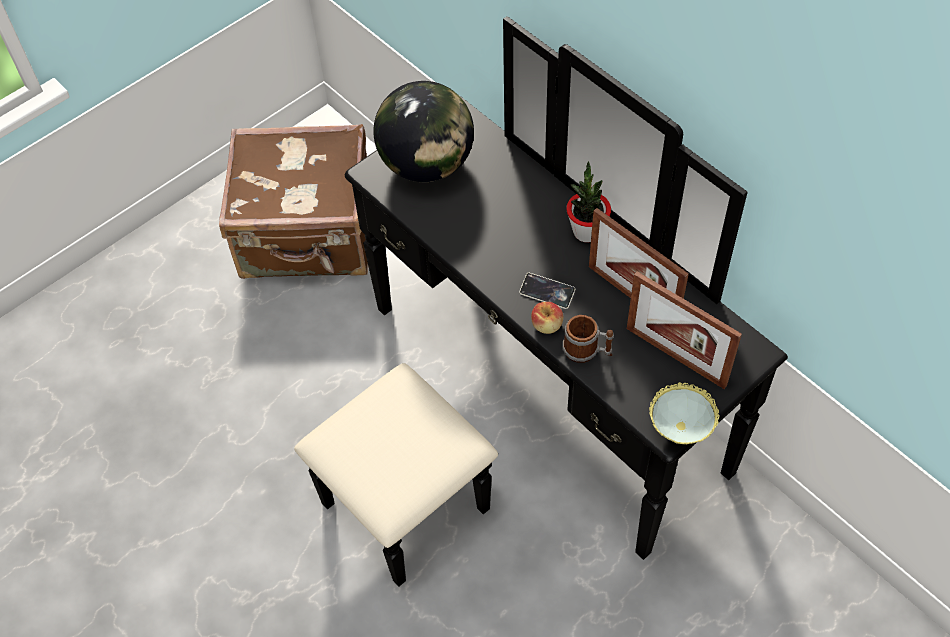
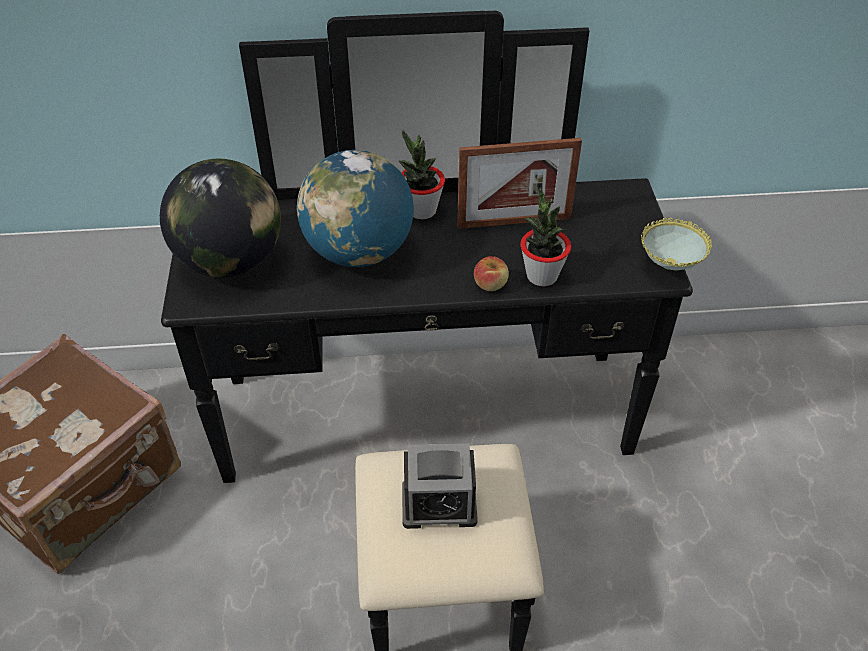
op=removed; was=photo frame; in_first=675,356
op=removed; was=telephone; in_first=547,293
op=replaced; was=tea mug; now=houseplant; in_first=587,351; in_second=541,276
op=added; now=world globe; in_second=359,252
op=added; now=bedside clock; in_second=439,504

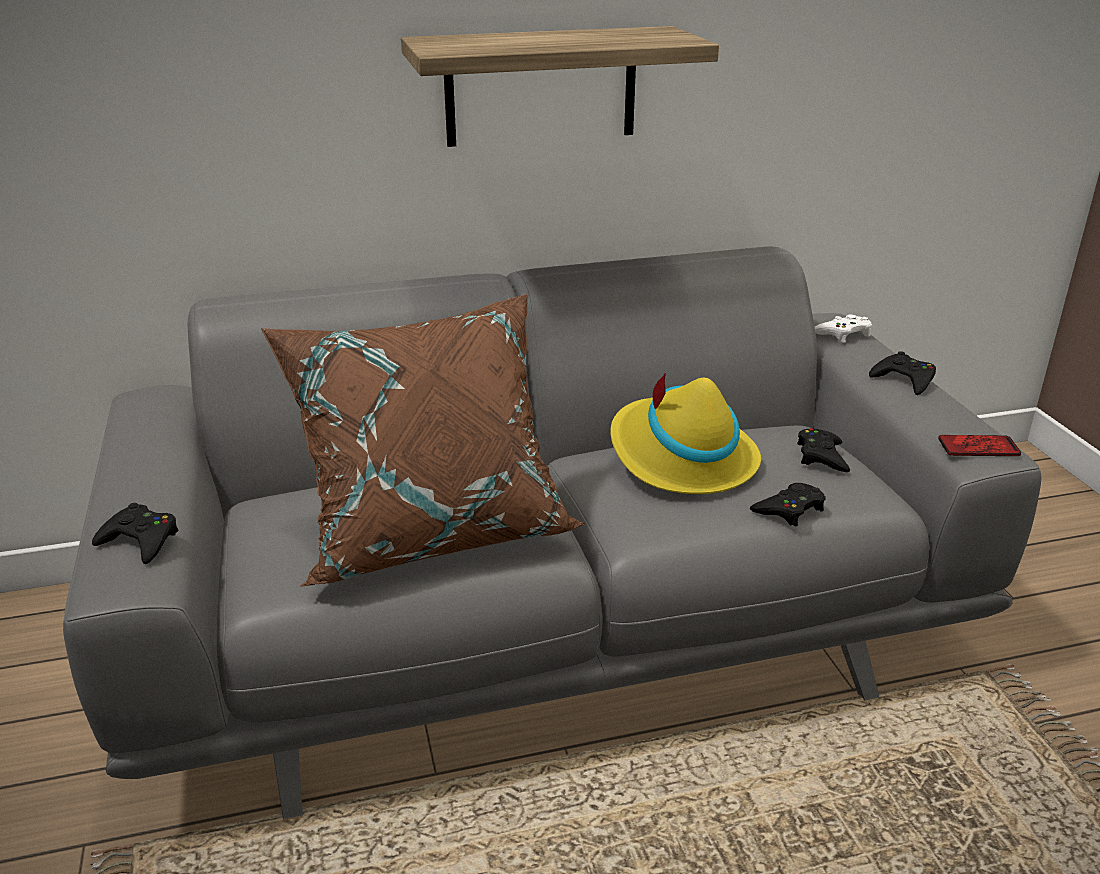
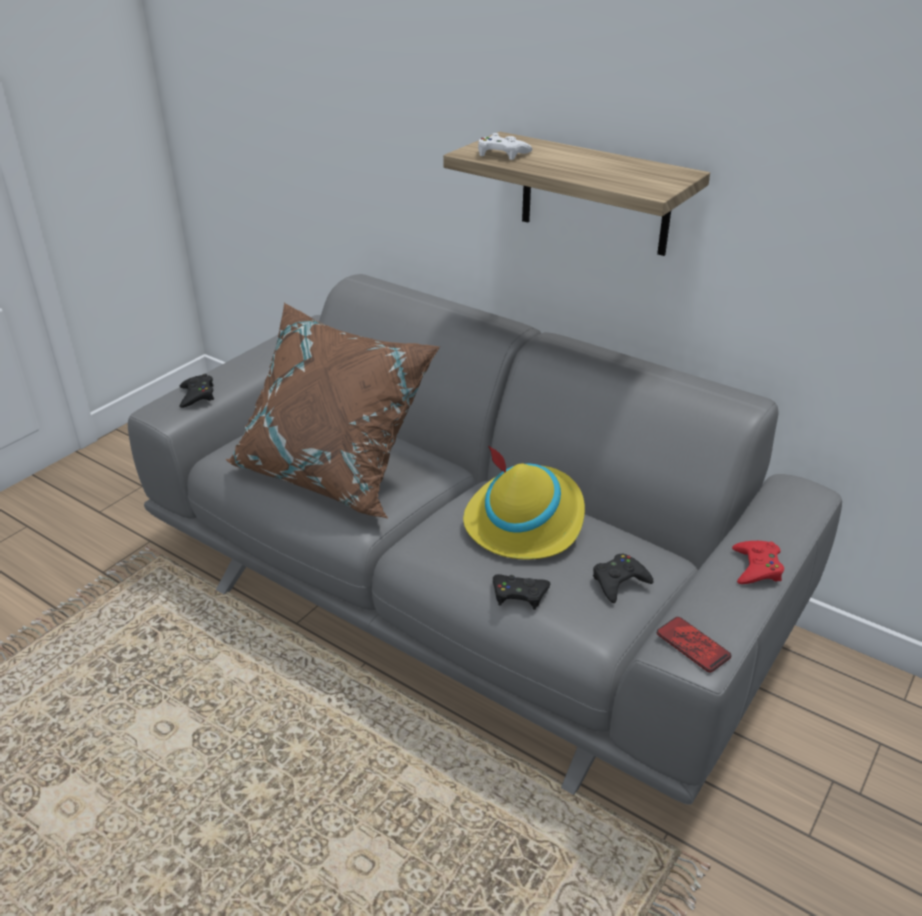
op=moved; was=whitish gamepad; in_first=843,334; in_second=502,154
op=recoloured; was=black-coloured gamepad; now=red gamepad; in_first=904,380; in_second=756,568

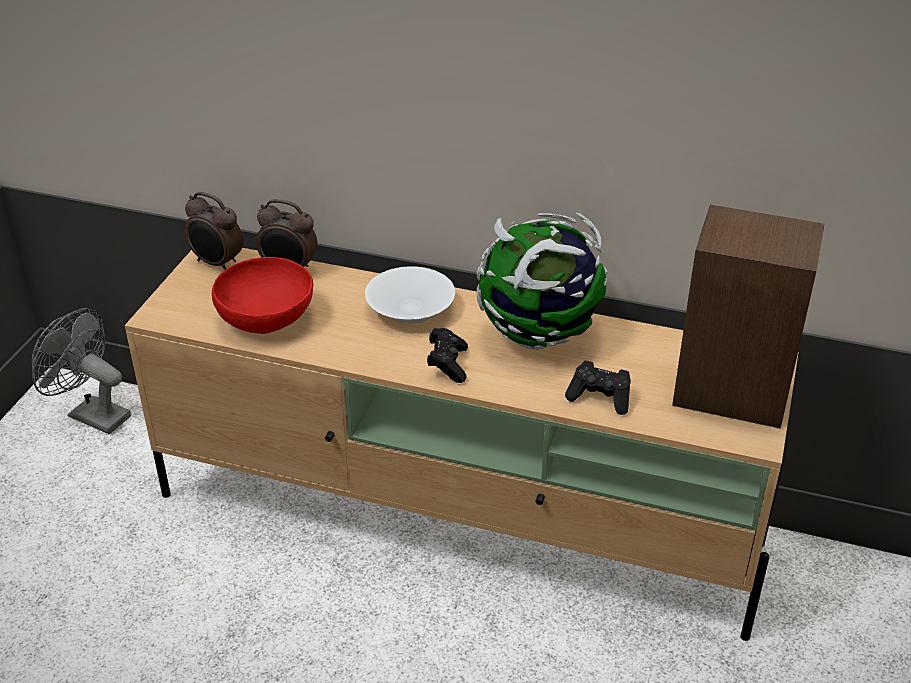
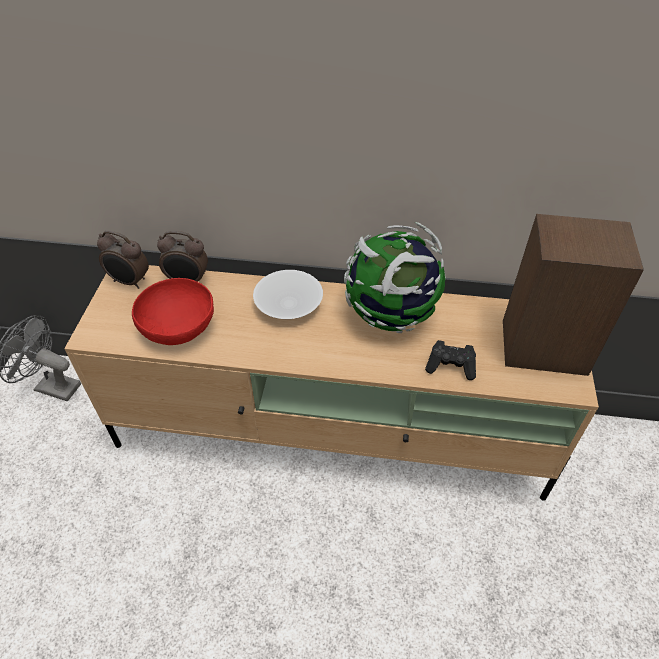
op=removed; was=black-coloured gamepad; in_first=447,364

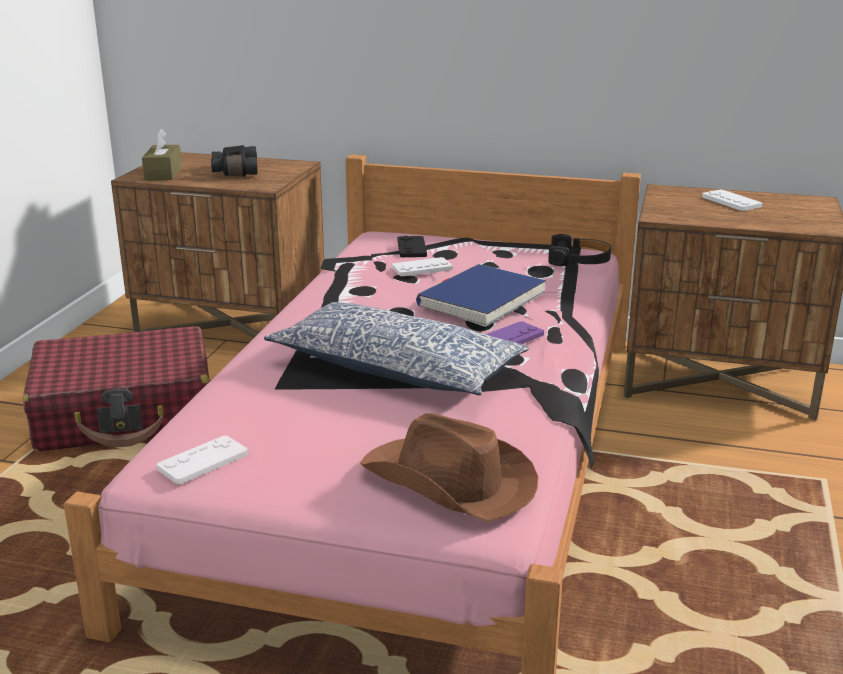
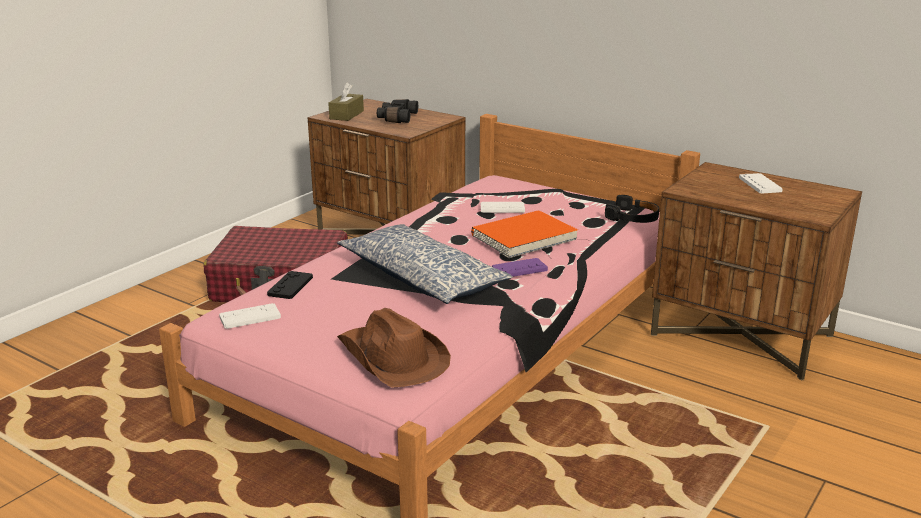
op=moved; was=black-coloured gamepad; in_first=411,248; in_second=290,286
op=recoloured; was=blue-coloured bound book; now=orange bound book; in_first=481,300; in_second=524,238

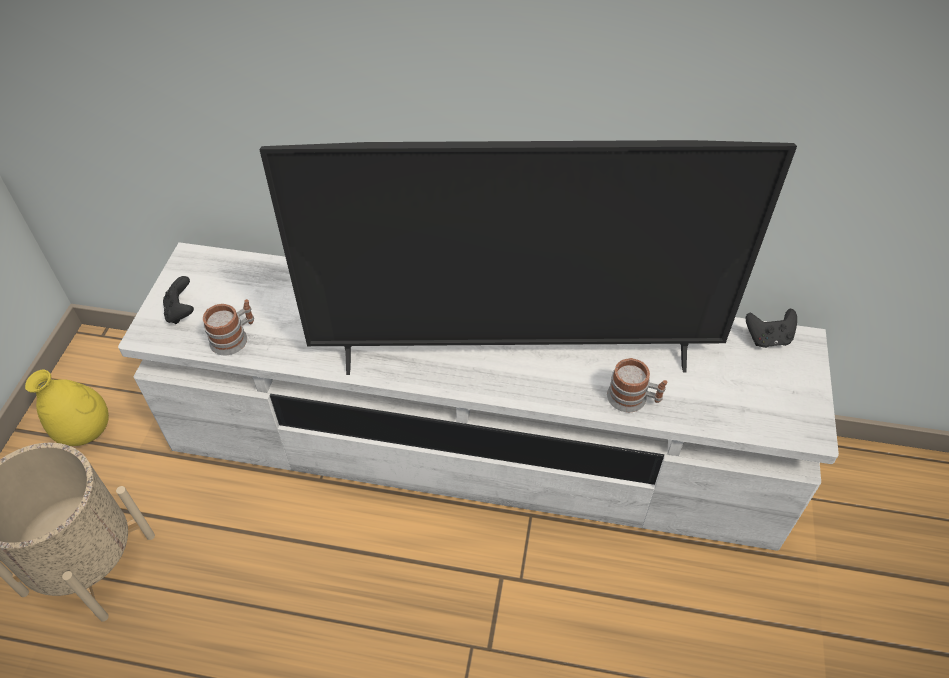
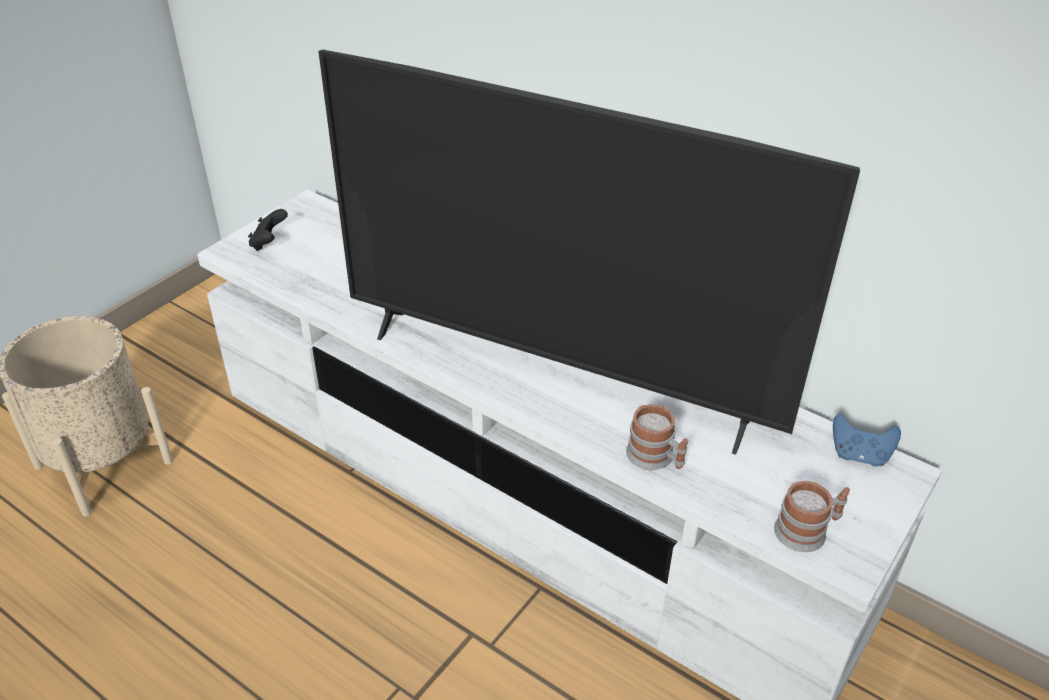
op=moved; was=tea mug; in_first=234,338; in_second=807,531
op=recoloured; was=black-coloured gamepad; now=blue-coloured gamepad; in_first=768,338; in_second=859,455
op=removed; was=yellowish flower vase; in_first=86,432

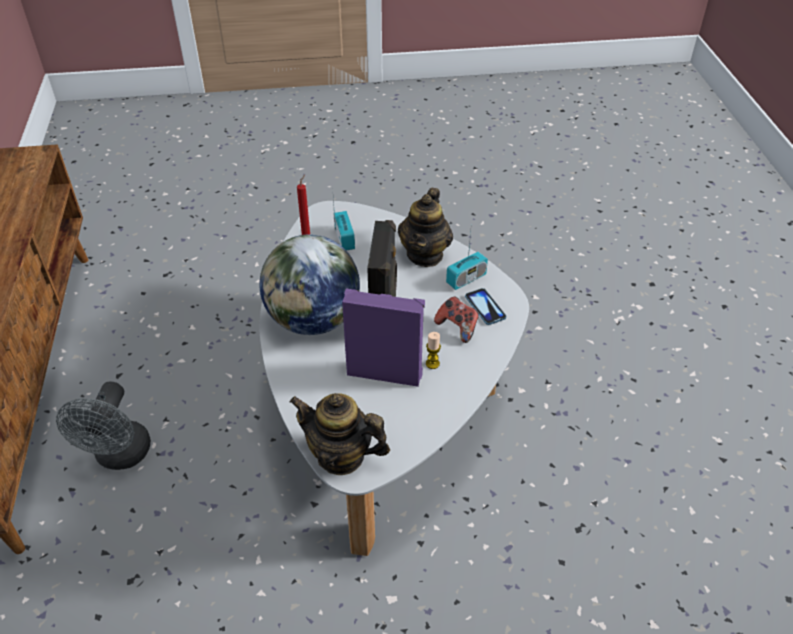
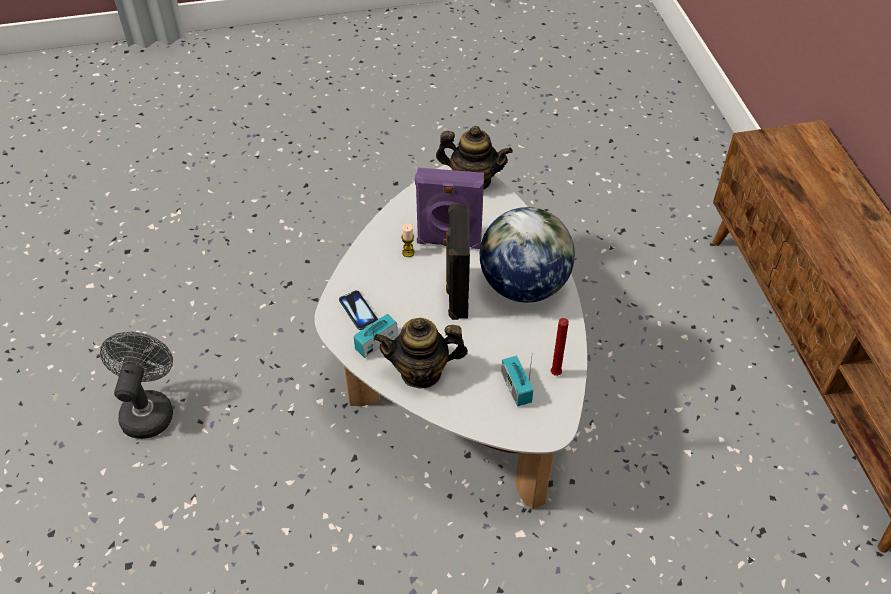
op=turned; was=tea pot; in_first=425,255; in_second=421,372; clockwise=-105
op=removed; was=gamepad; in_first=457,327
op=moved; was=greyish electric fan; in_first=120,456; in_second=148,409

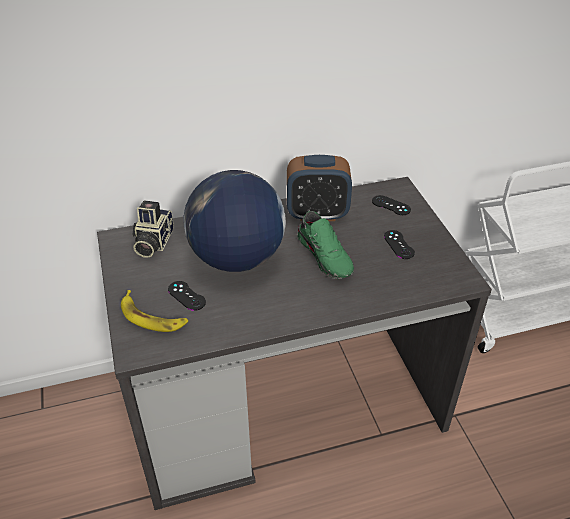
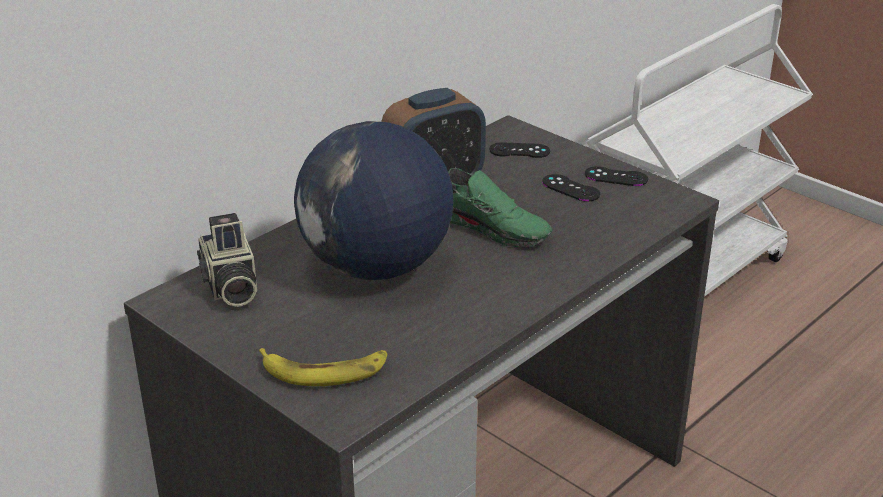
op=moved; was=black-coloured gamepad; in_first=186,296; in_second=616,177

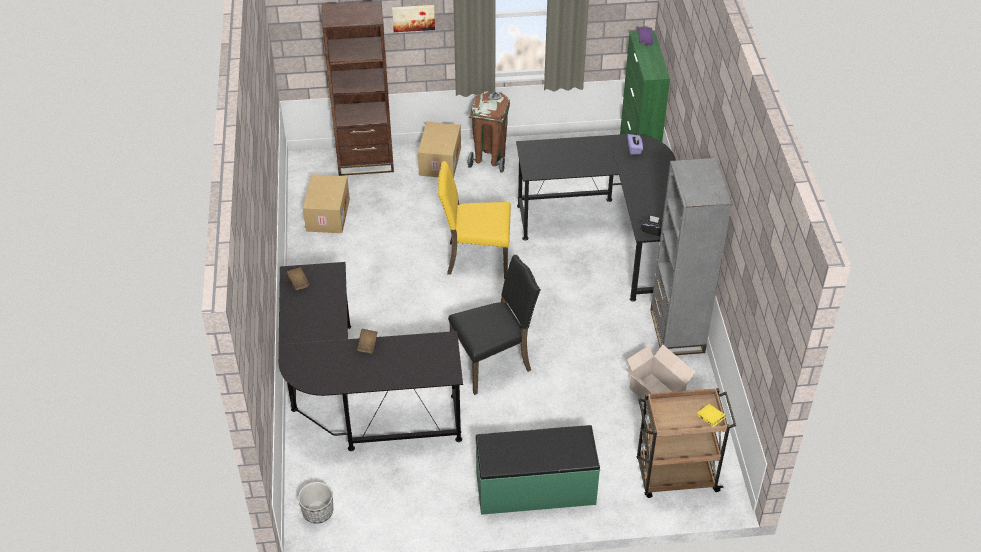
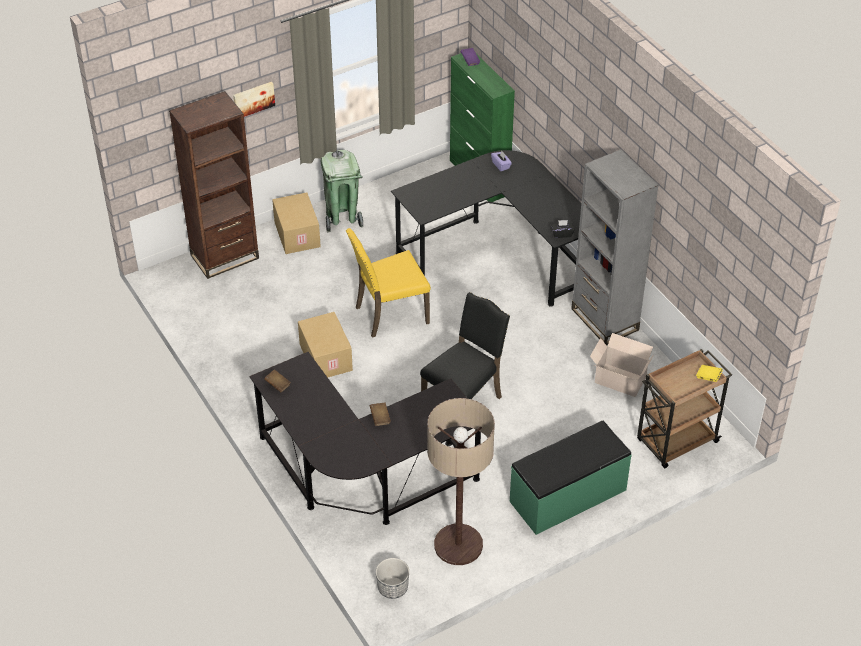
op=recoloured; was=brown-coloured trash can; now=green trash can; in_first=489,159; in_second=342,218
op=moved; was=packing box; in_first=327,215; in_second=324,357
op=added; now=standing lamp; in_second=458,545

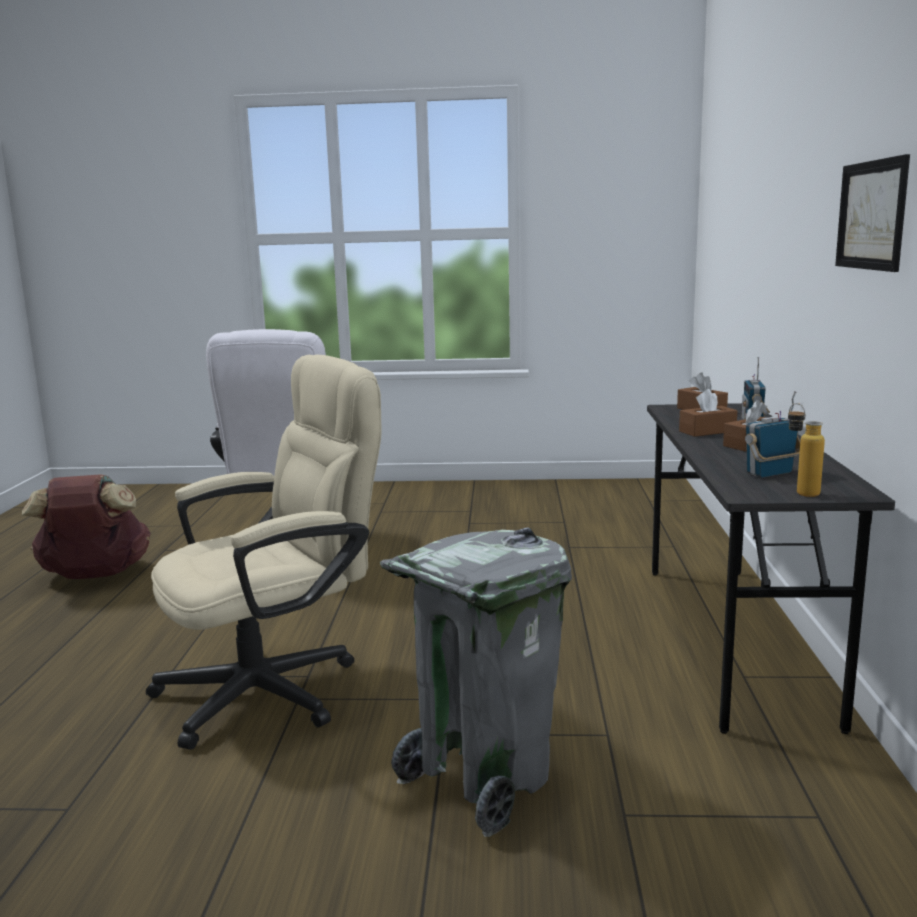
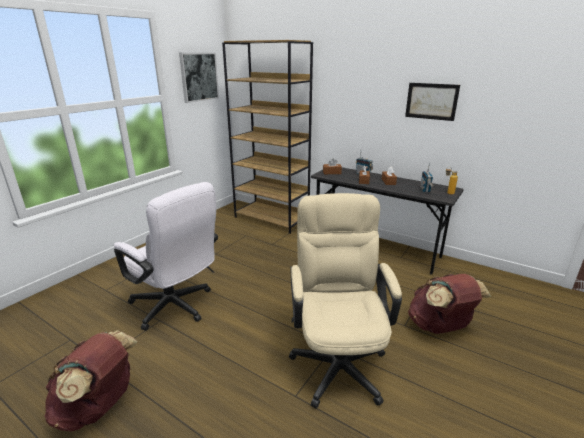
op=replaced; was=greyish trash can; now=brown-coloured rucksack; in_first=483,779; in_second=439,327
op=added; now=brown-coloured shelving unit; in_second=272,219
op=added; now=picture; in_second=199,77

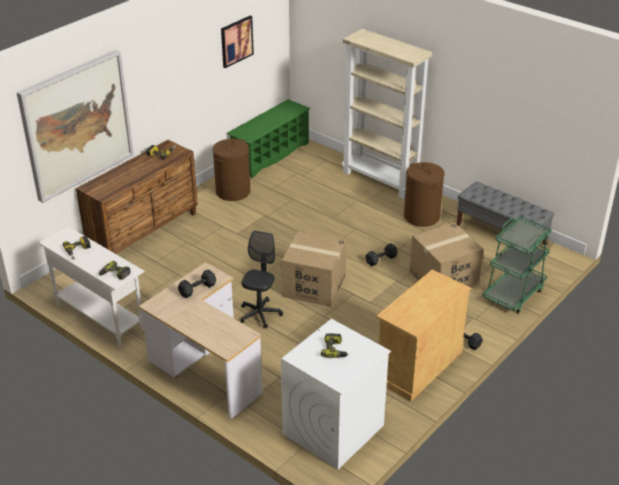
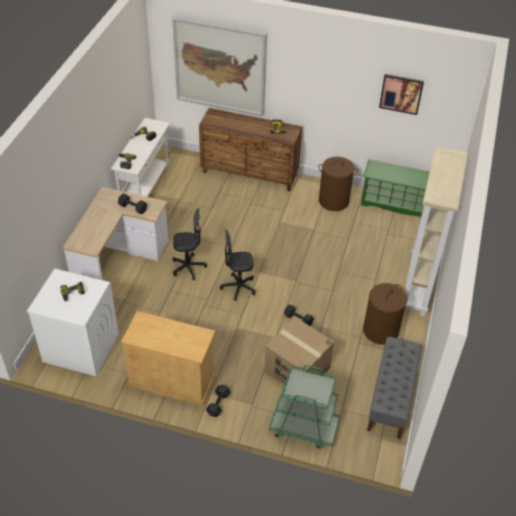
op=replaced; was=packing box; now=black-coloured office chair; in_first=314,286; in_second=238,287

